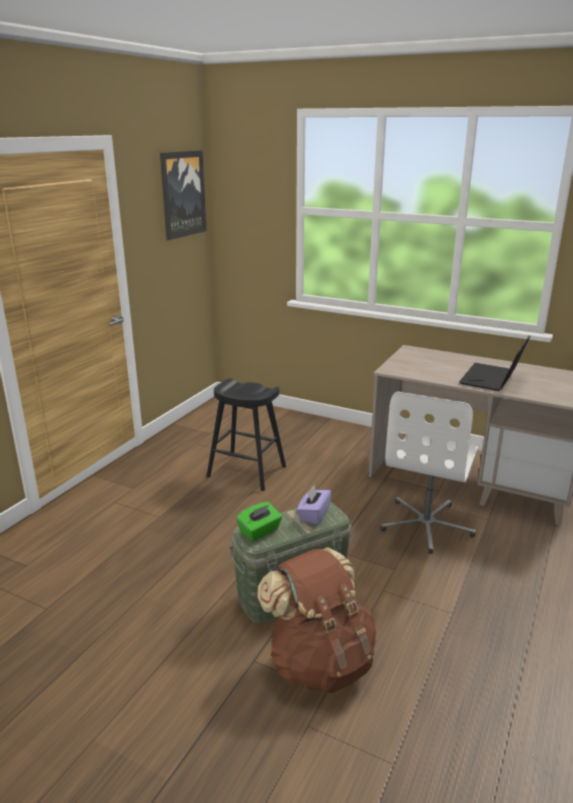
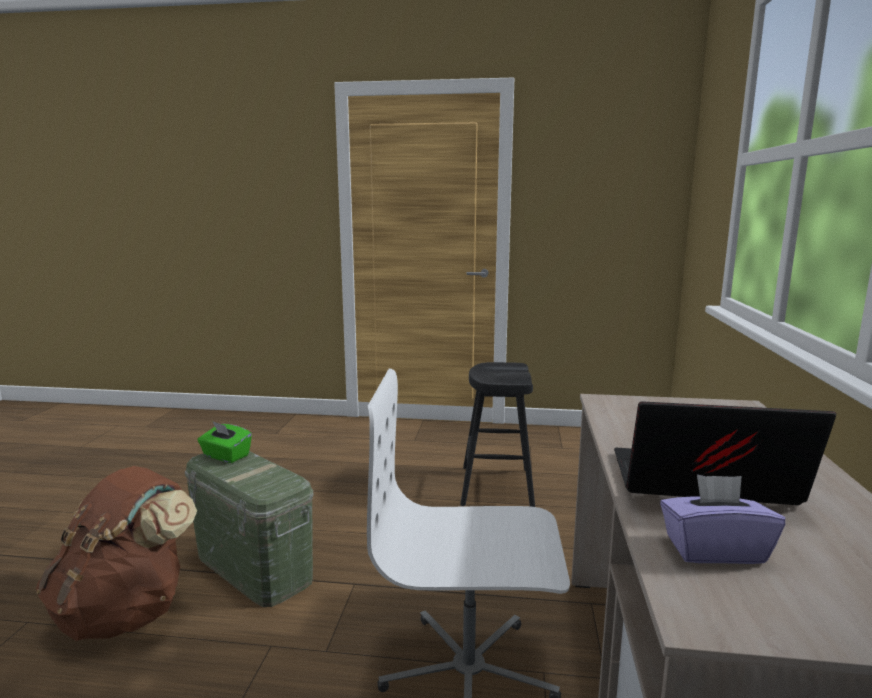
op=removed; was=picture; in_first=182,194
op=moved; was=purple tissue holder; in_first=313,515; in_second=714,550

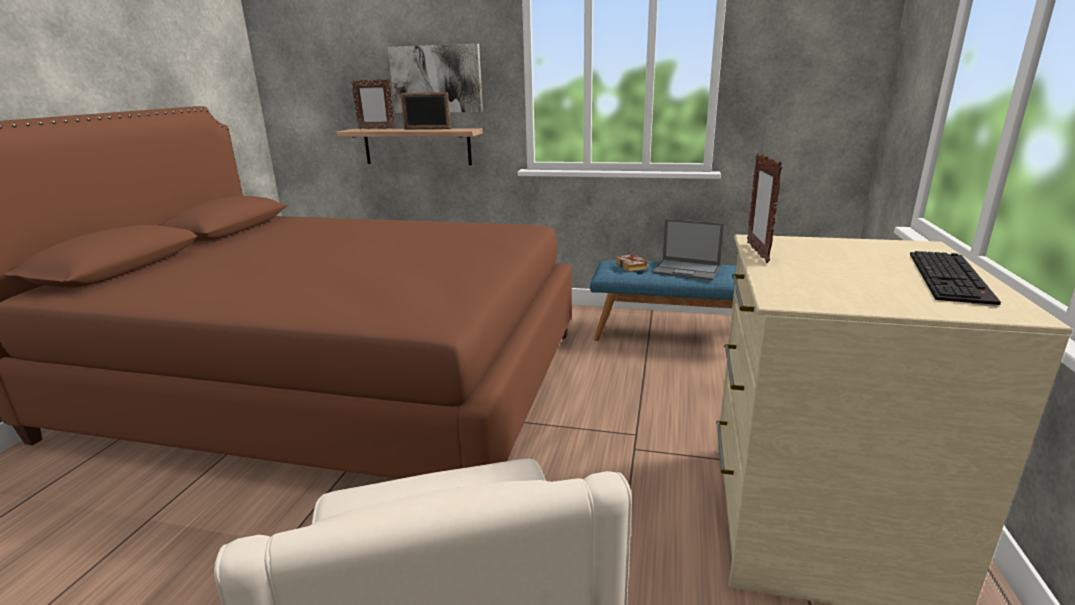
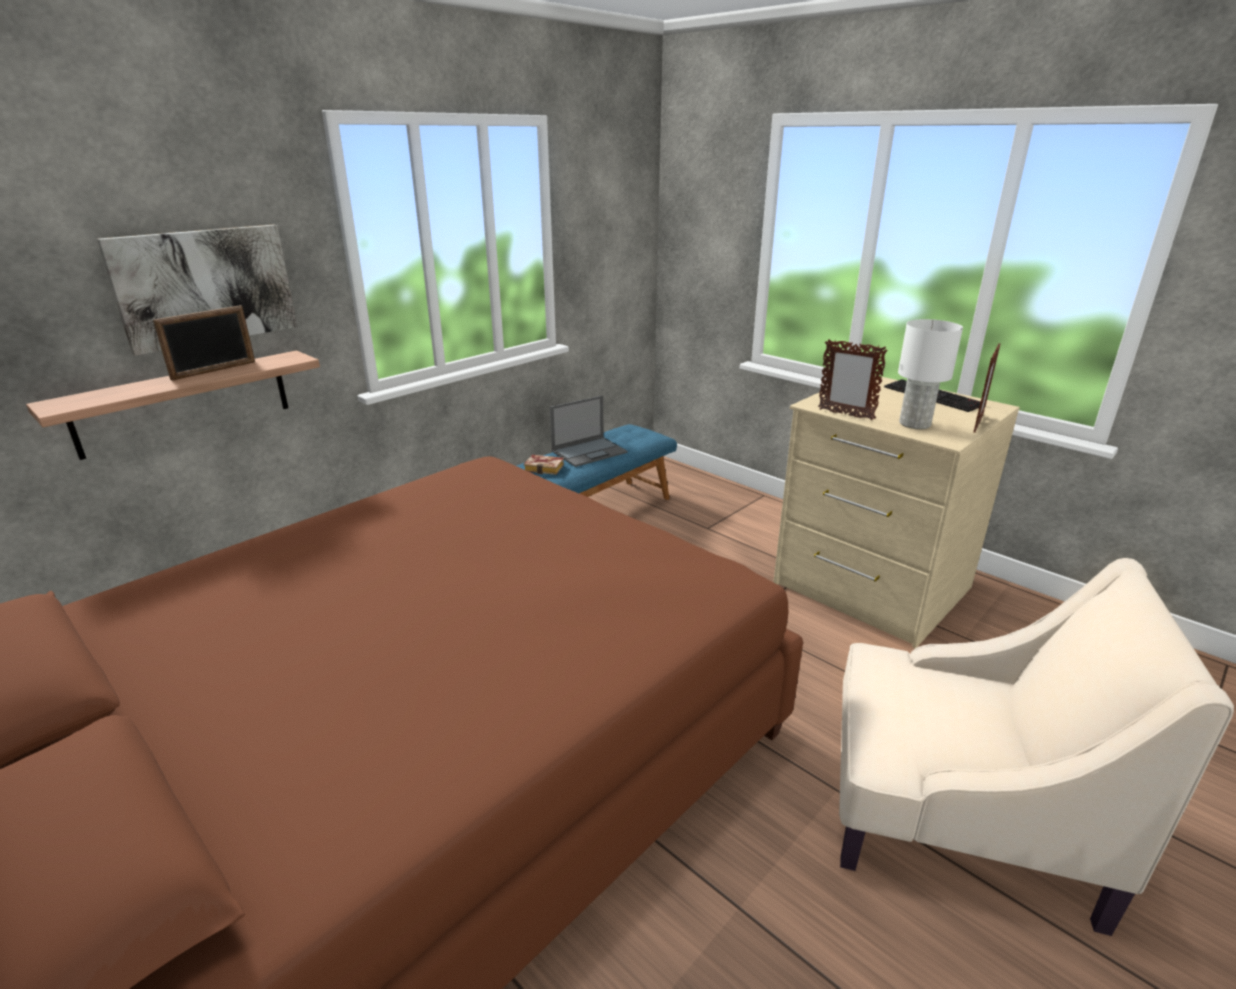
op=moved; was=photo frame; in_first=376,129; in_second=977,424
op=added; now=whitish tabletop lamp; in_second=914,424

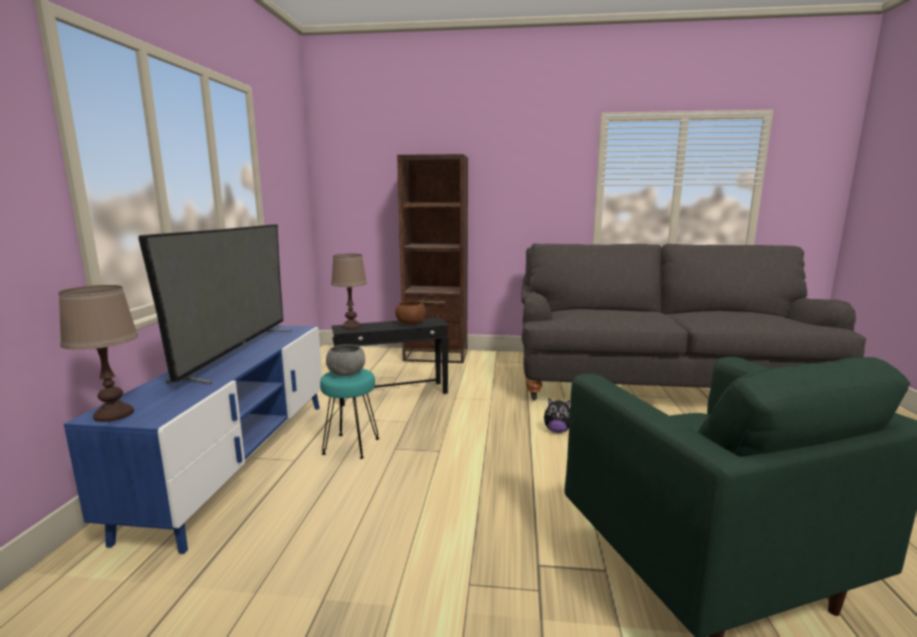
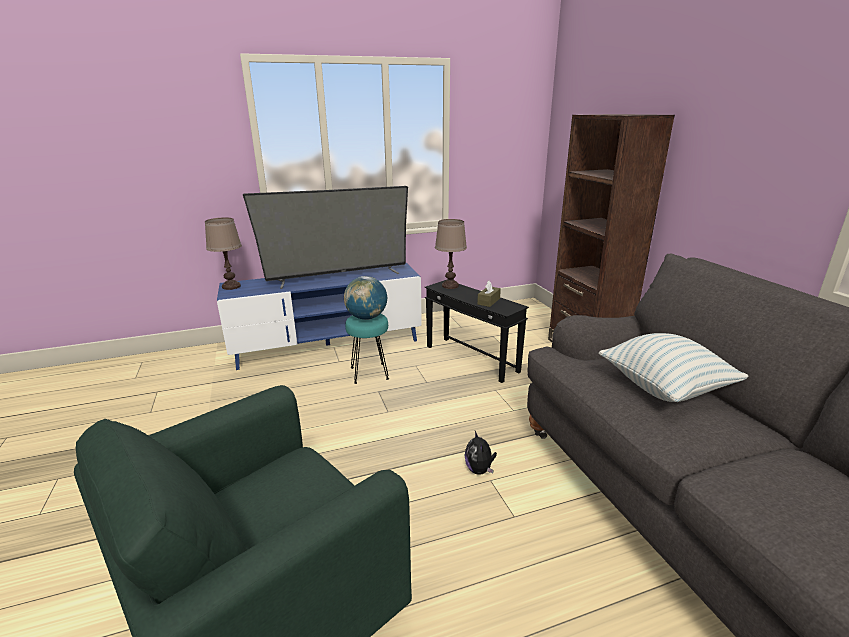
op=replaced; was=brown-coloured serving bowl; now=brown-coloured tissue holder; in_first=411,323; in_second=488,301
op=replaced; was=greyish serving bowl; now=world globe; in_first=346,374; in_second=367,318
op=added; now=pillow; in_second=664,388

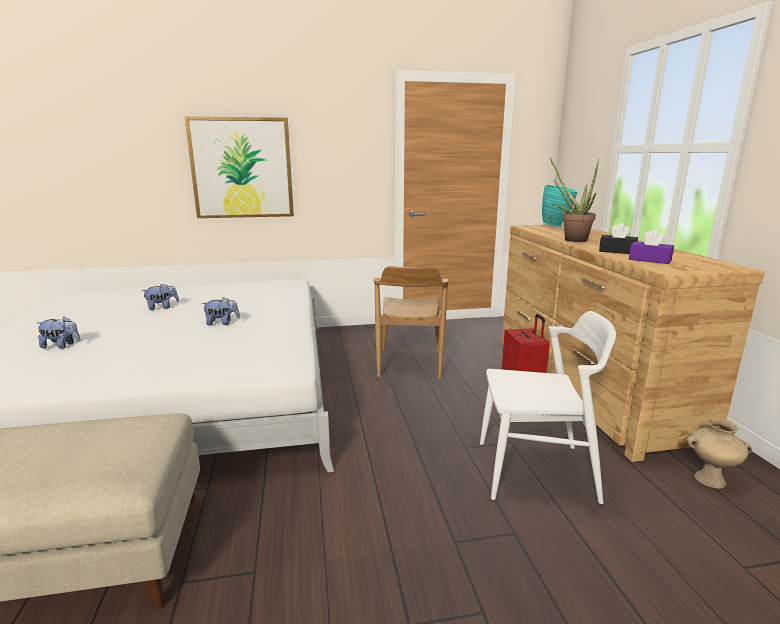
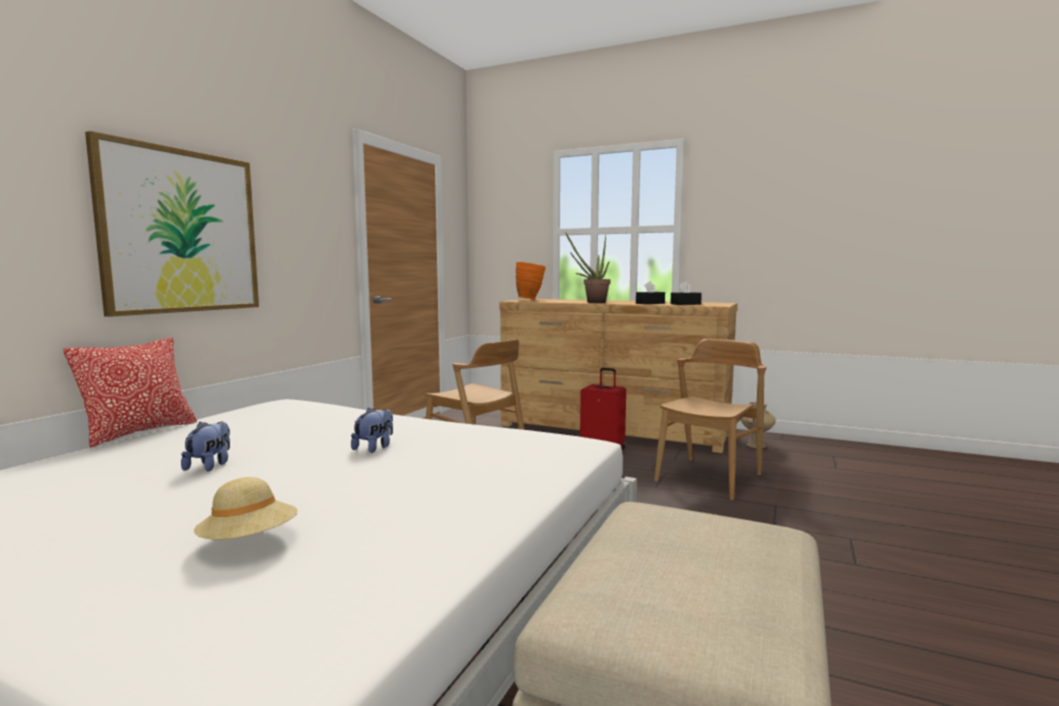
op=recoloured; was=turquoise flower vase; now=orange flower vase; in_first=557,226; in_second=530,299
op=recoloured; was=purple tissue holder; now=black-coloured tissue holder; in_first=649,260; in_second=685,304
op=recoloured; was=whitish plain chair; now=brown-coloured plain chair; in_first=536,471; in_second=709,477
op=replaced; was=plush toy; now=beige-coloured hat; in_first=61,346; in_second=249,542
op=added; now=pillow; in_second=139,432

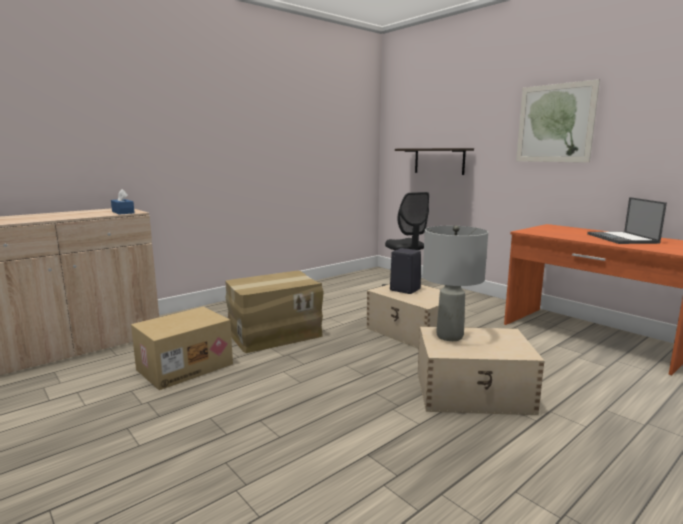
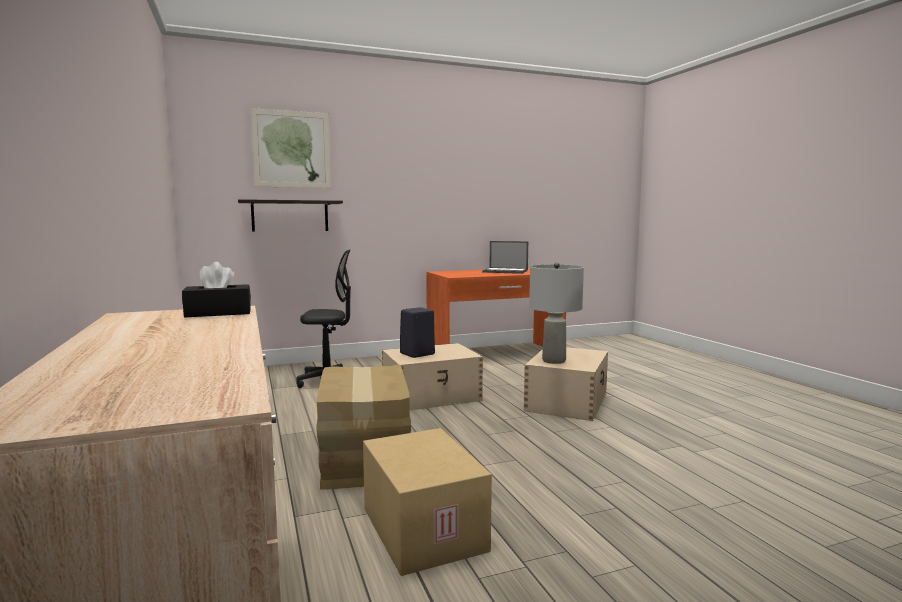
op=moved; was=picture; in_first=555,123; in_second=292,149
op=recoloured; was=blue-coloured tissue holder; now=black-coloured tissue holder; in_first=123,212; in_second=218,313

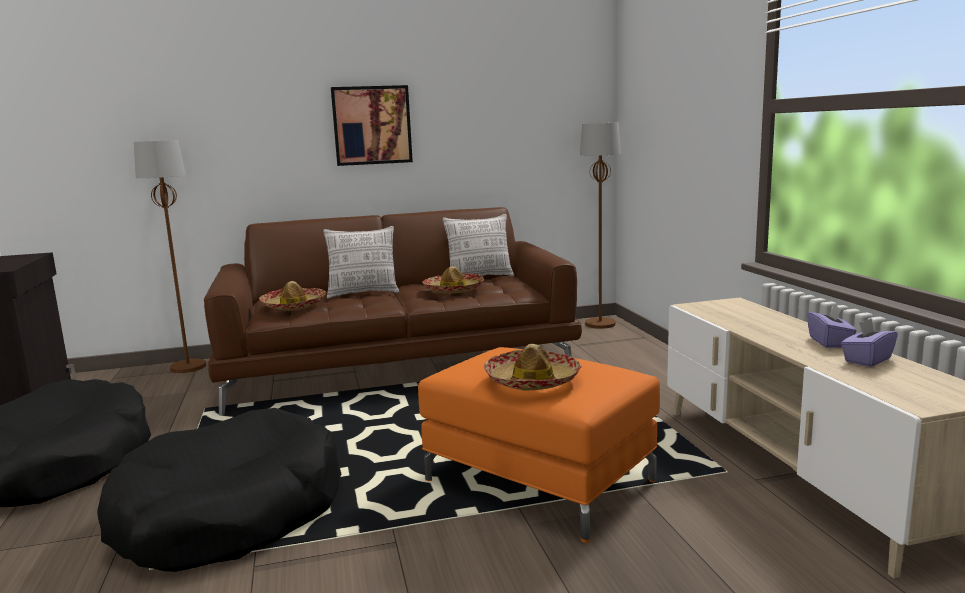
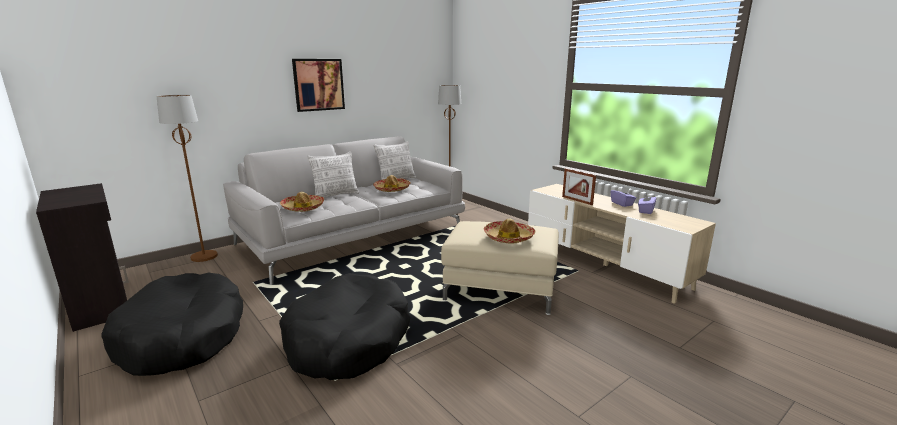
op=recoloured; was=brown-coloured sofa; now=greyish sofa; in_first=398,363; in_second=354,236
op=recoloured; was=orange pouffe; now=beige-coloured pouffe; in_first=540,481; in_second=500,290
op=added; now=photo frame; in_second=577,200

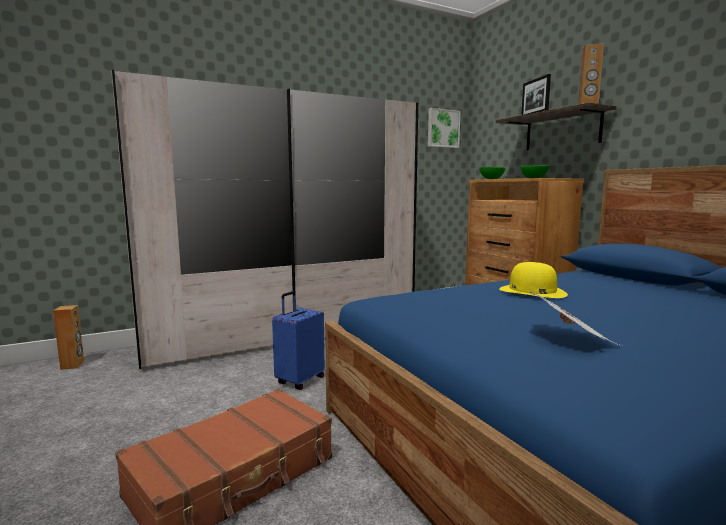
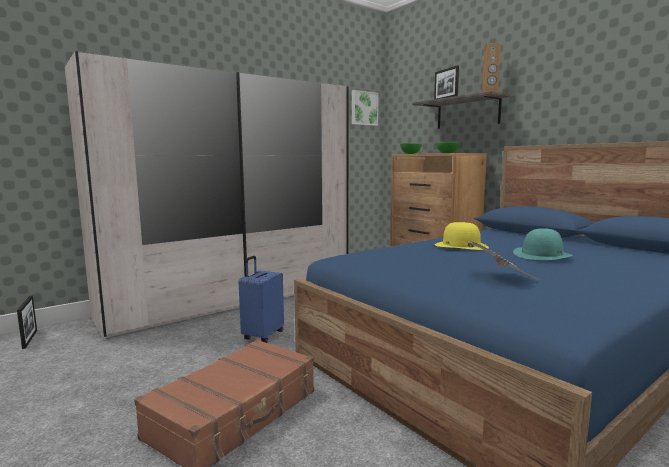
op=replaced; was=brown-coloured speaker; now=photo frame; in_first=73,365; in_second=30,339
op=added; now=turquoise hat; in_second=542,254

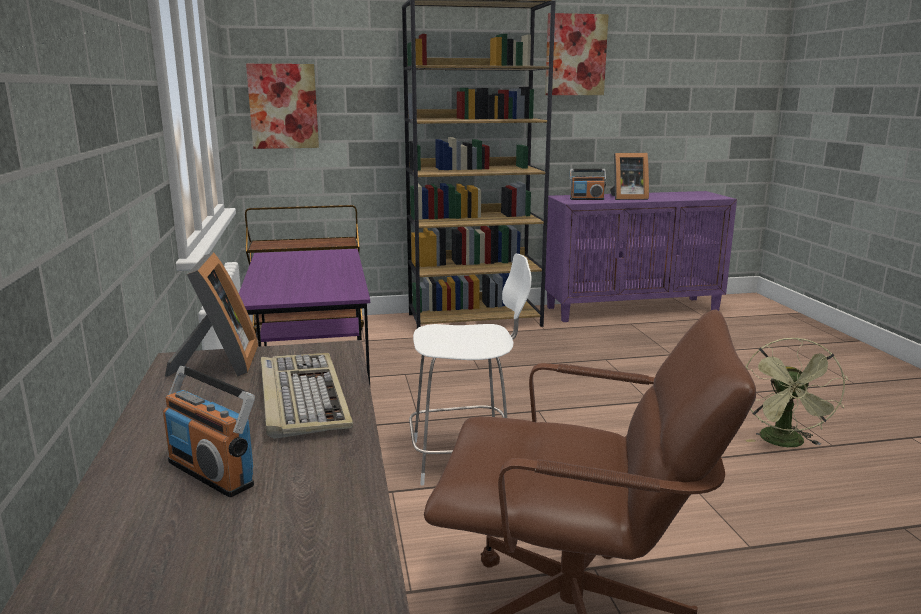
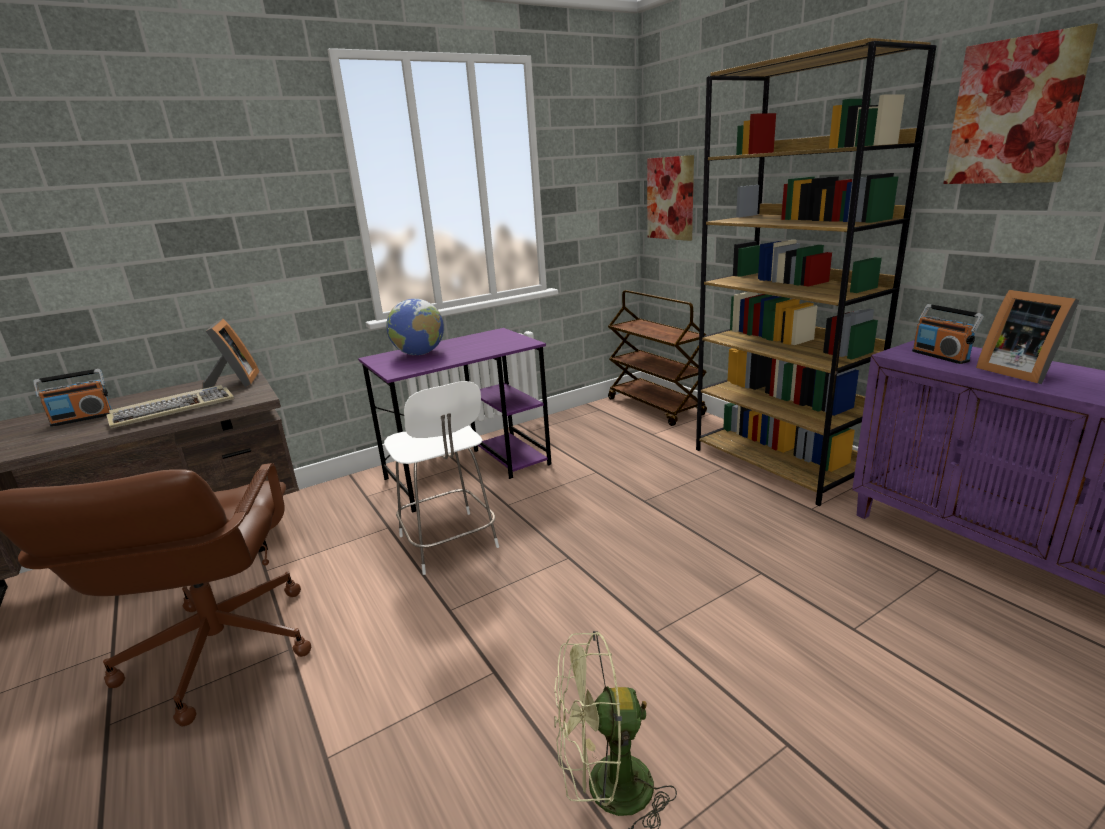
op=turned; was=photo frame; in_first=219,364; in_second=235,383; clockwise=-75
op=turned; was=radio set; in_first=212,473; in_second=82,418; clockwise=-135
op=added; now=world globe; in_second=419,354

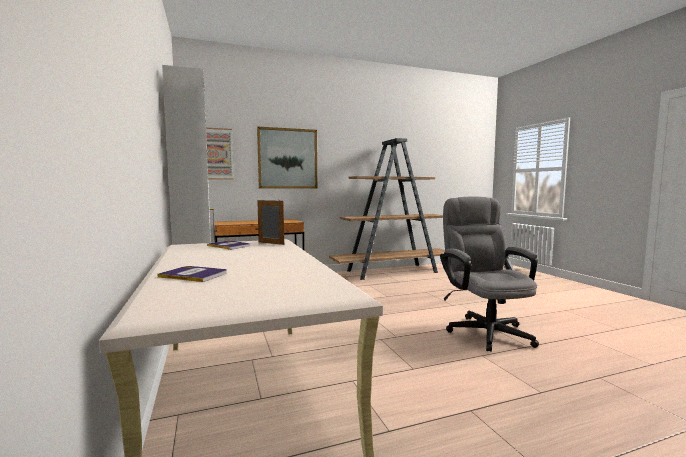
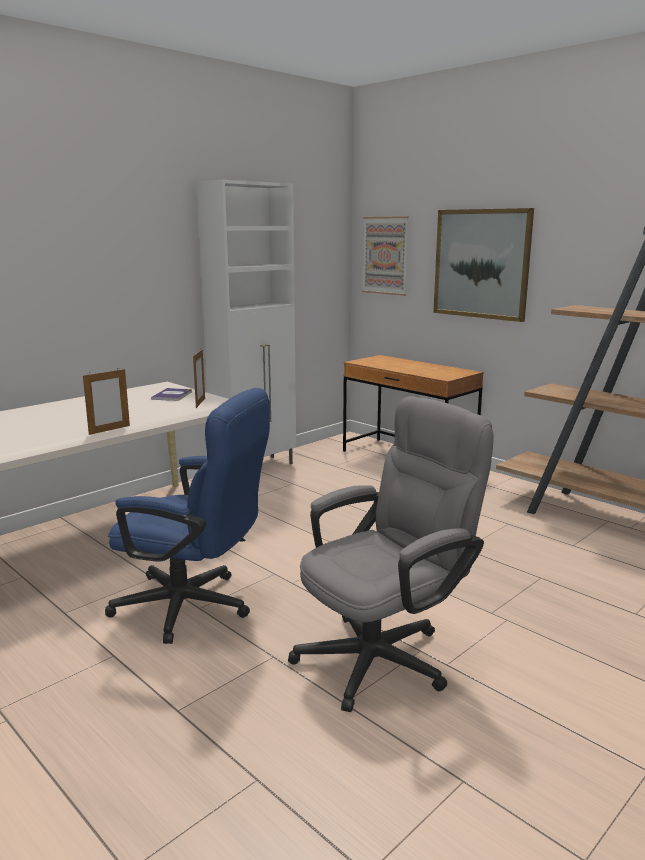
op=removed; was=bound book; in_first=194,275
op=added; now=photo frame; in_second=109,430
op=added; now=blue-coloured office chair; in_second=194,607

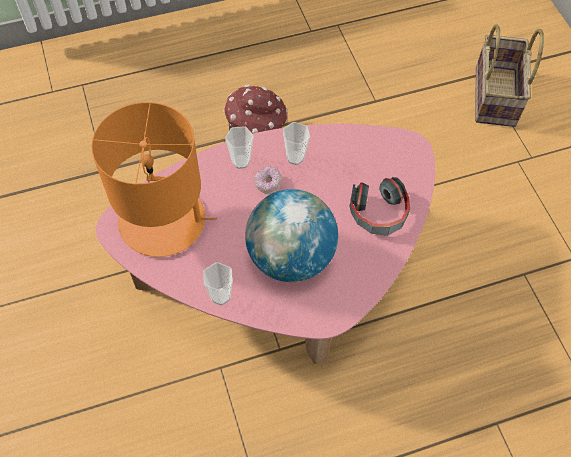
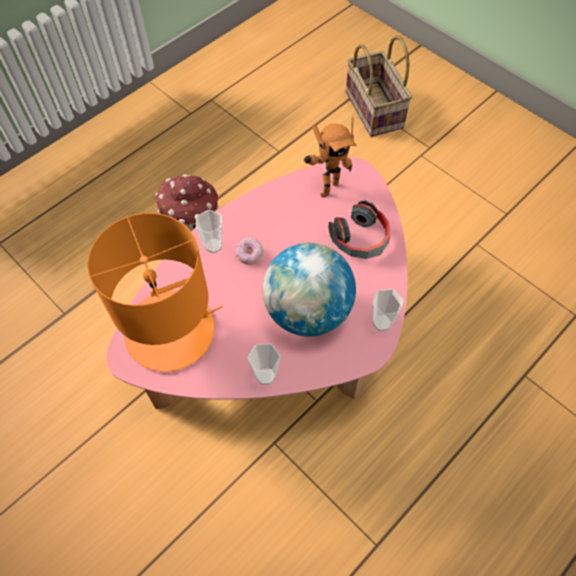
op=moved; was=small cup; in_first=295,157; in_second=382,322
op=added; now=model robot; in_second=326,188

